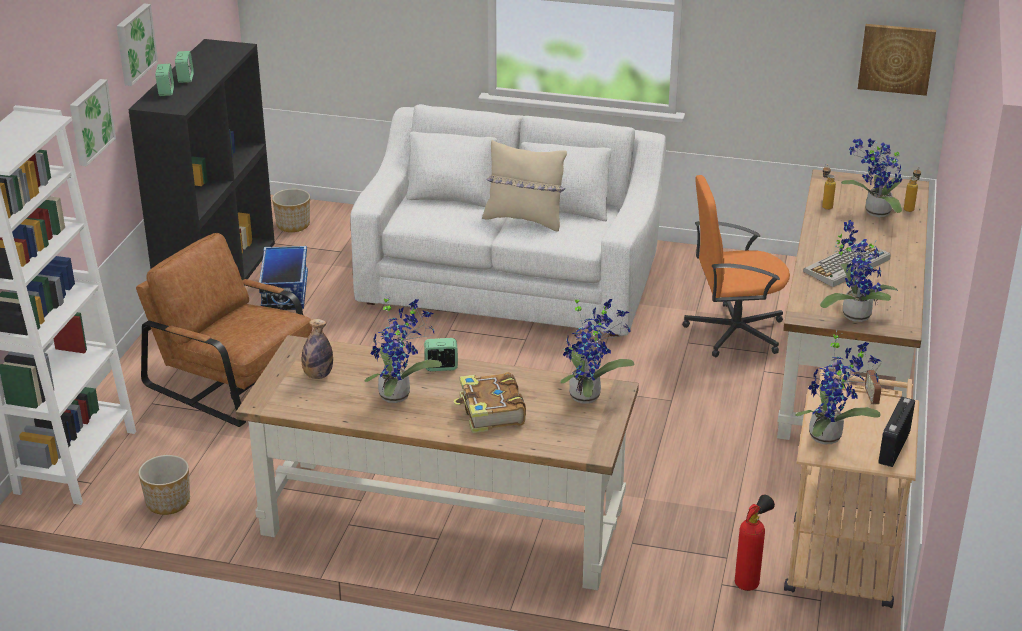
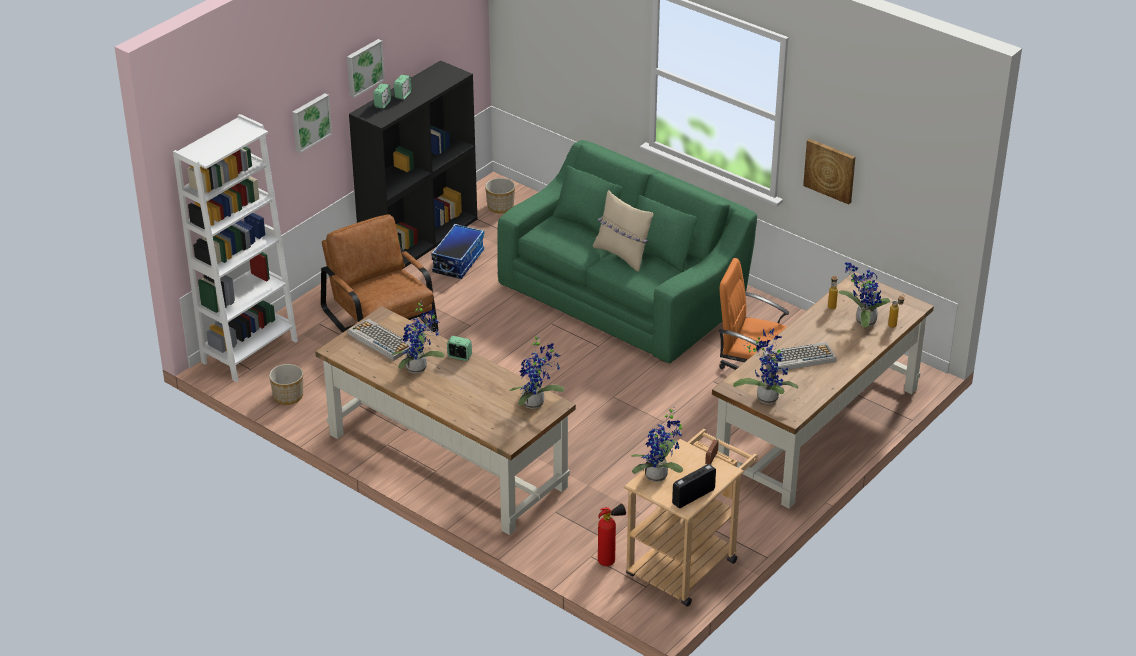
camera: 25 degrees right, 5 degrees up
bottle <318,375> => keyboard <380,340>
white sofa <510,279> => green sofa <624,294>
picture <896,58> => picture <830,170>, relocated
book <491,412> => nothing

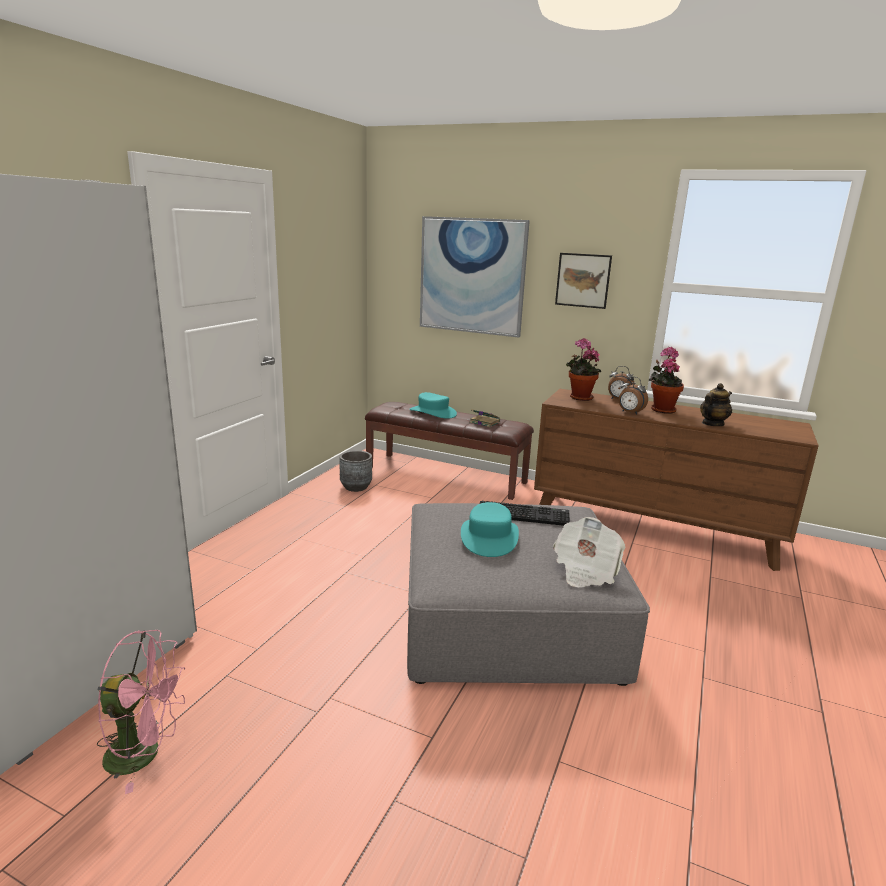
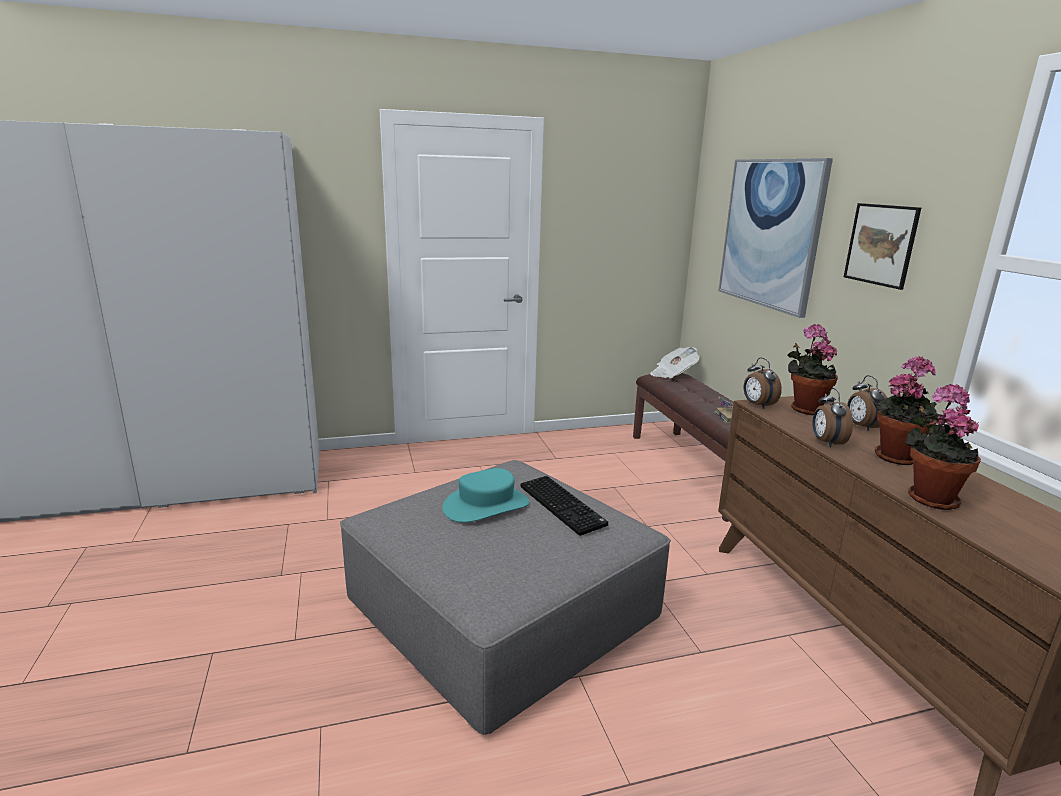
camera: 50 degrees right, 0 degrees up
newspaper <585,570> => newspaper <673,374>, relocated
nothing => alarm clock <757,405>
teapot <712,424> => potted plant <928,497>
pink fan <145,753> => nothing
grey planter <356,487> => nothing
turquoise hat <433,412> => nothing

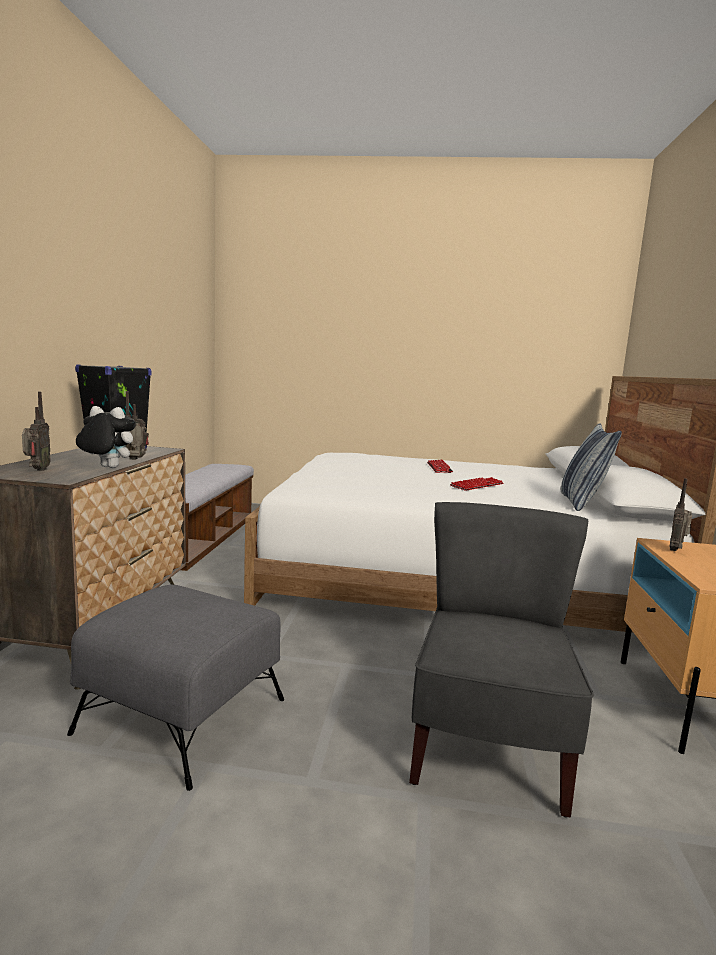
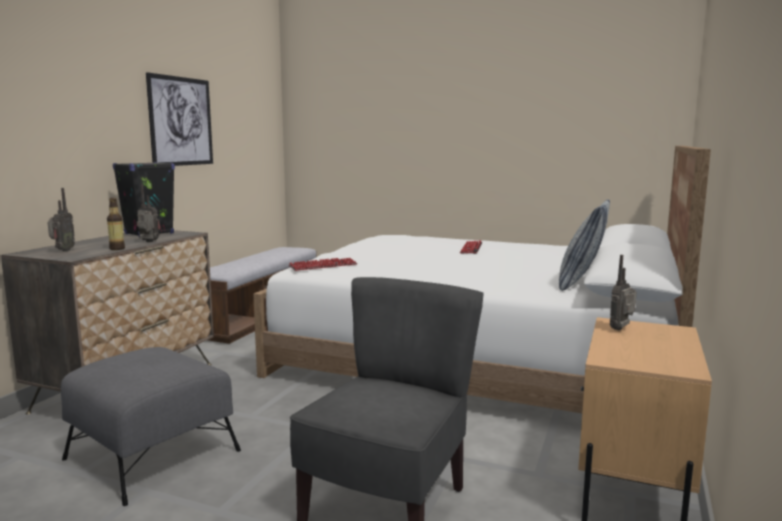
camera: 15 degrees right, 0 degrees up
plush toy <106,468> => bottle <117,249>
nothing => picture <181,121>
keyboard <477,485> => keyboard <323,266>, relocated

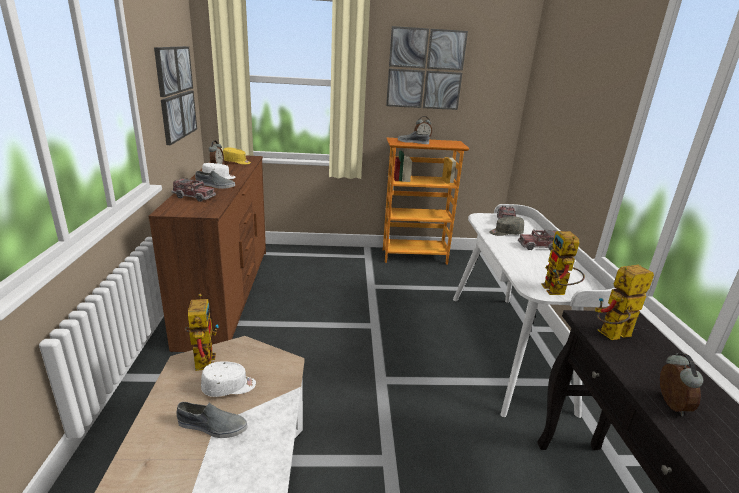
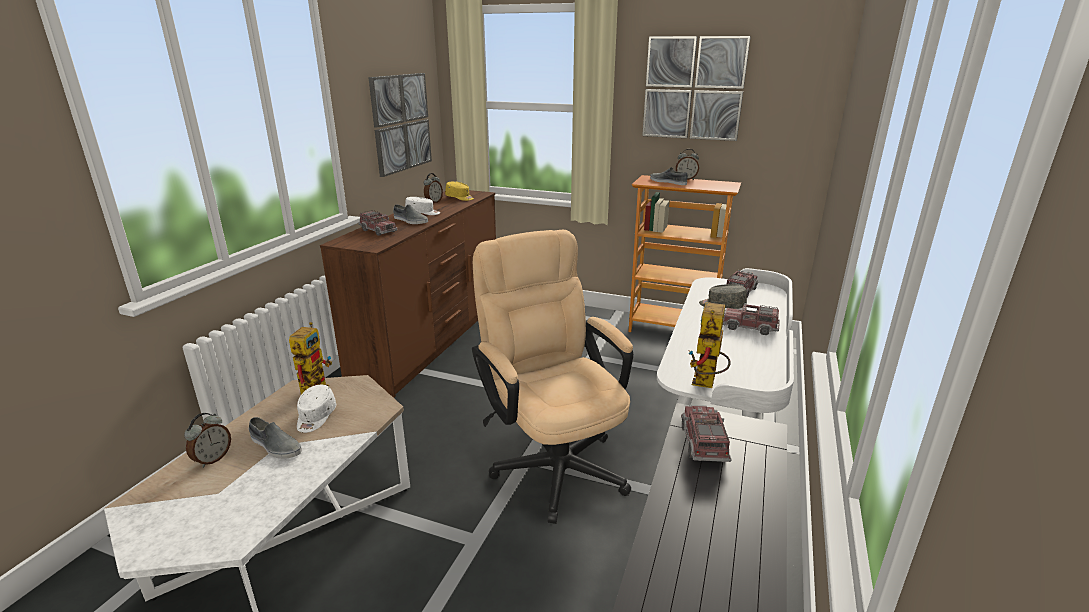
camera: 25 degrees right, 0 degrees up
alarm clock <669,405> => alarm clock <212,459>, relocated
white cap <229,387> => white cap <315,417>, 90 degrees clockwise
nothing => beige office chair <553,460>
toy robot <611,336> => toy truck <703,443>

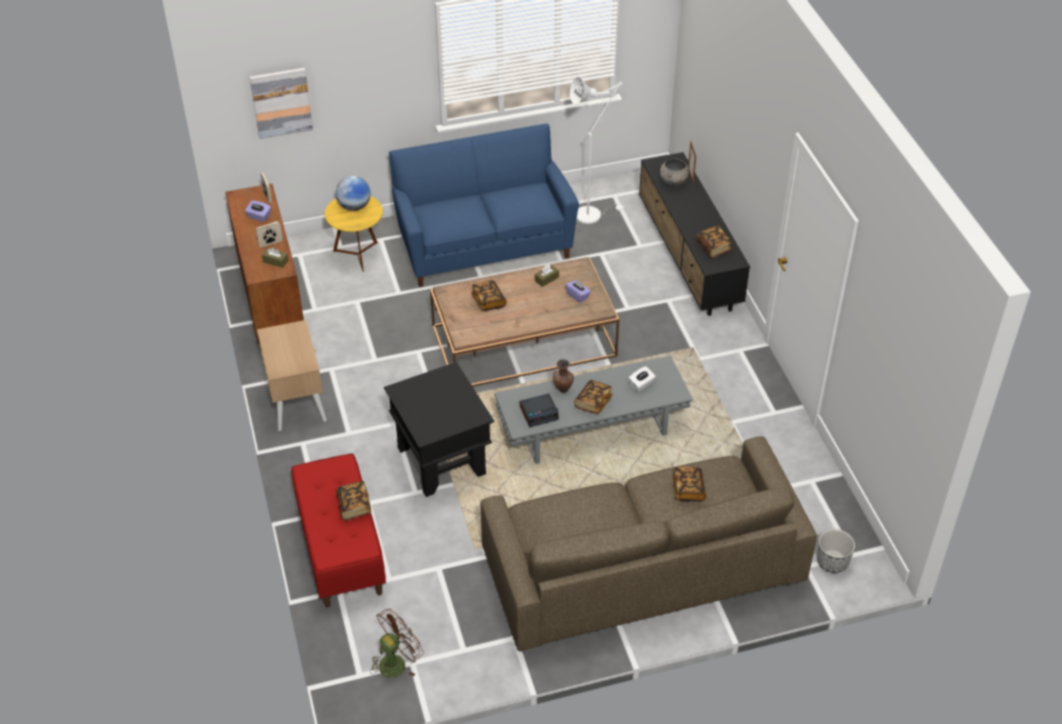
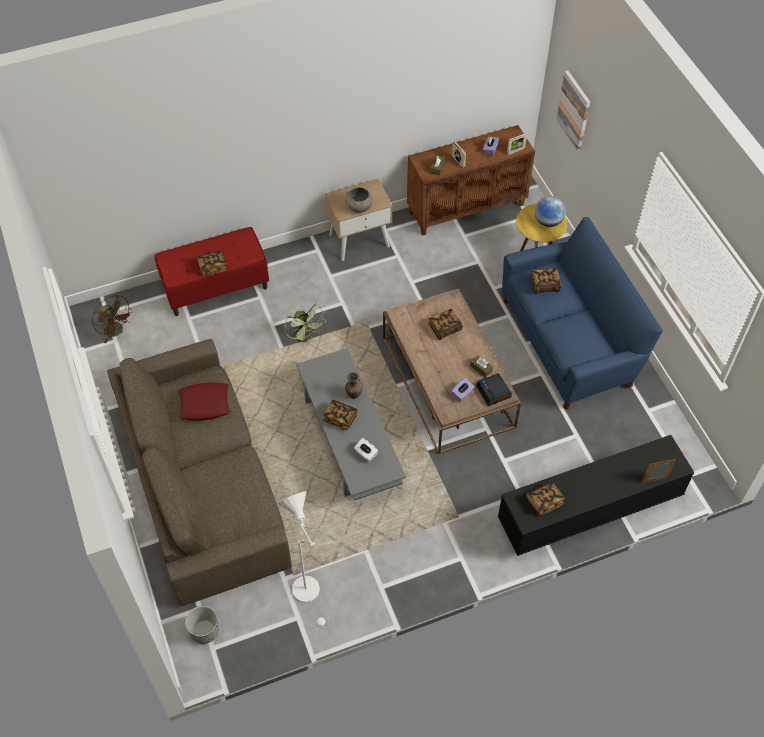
camera: 85 degrees right, 10 degrees up
nothing => red pillow <205,404>
white floor lamp <592,213> => white floor lamp <309,594>, relocated
black side table <442,460> => green fan <305,338>
grey bowl <673,182> => grey bowl <359,208>, relocated
alarm clock <539,413> => alarm clock <494,392>, relocated
book <688,490> => book <544,285>, relocated

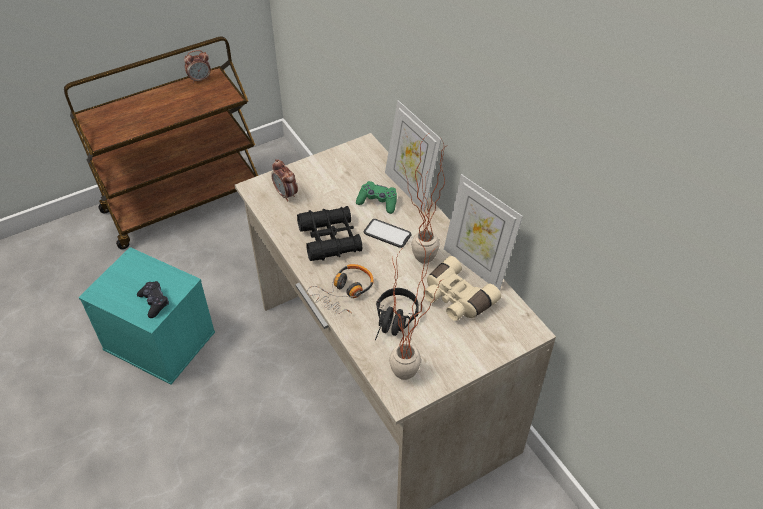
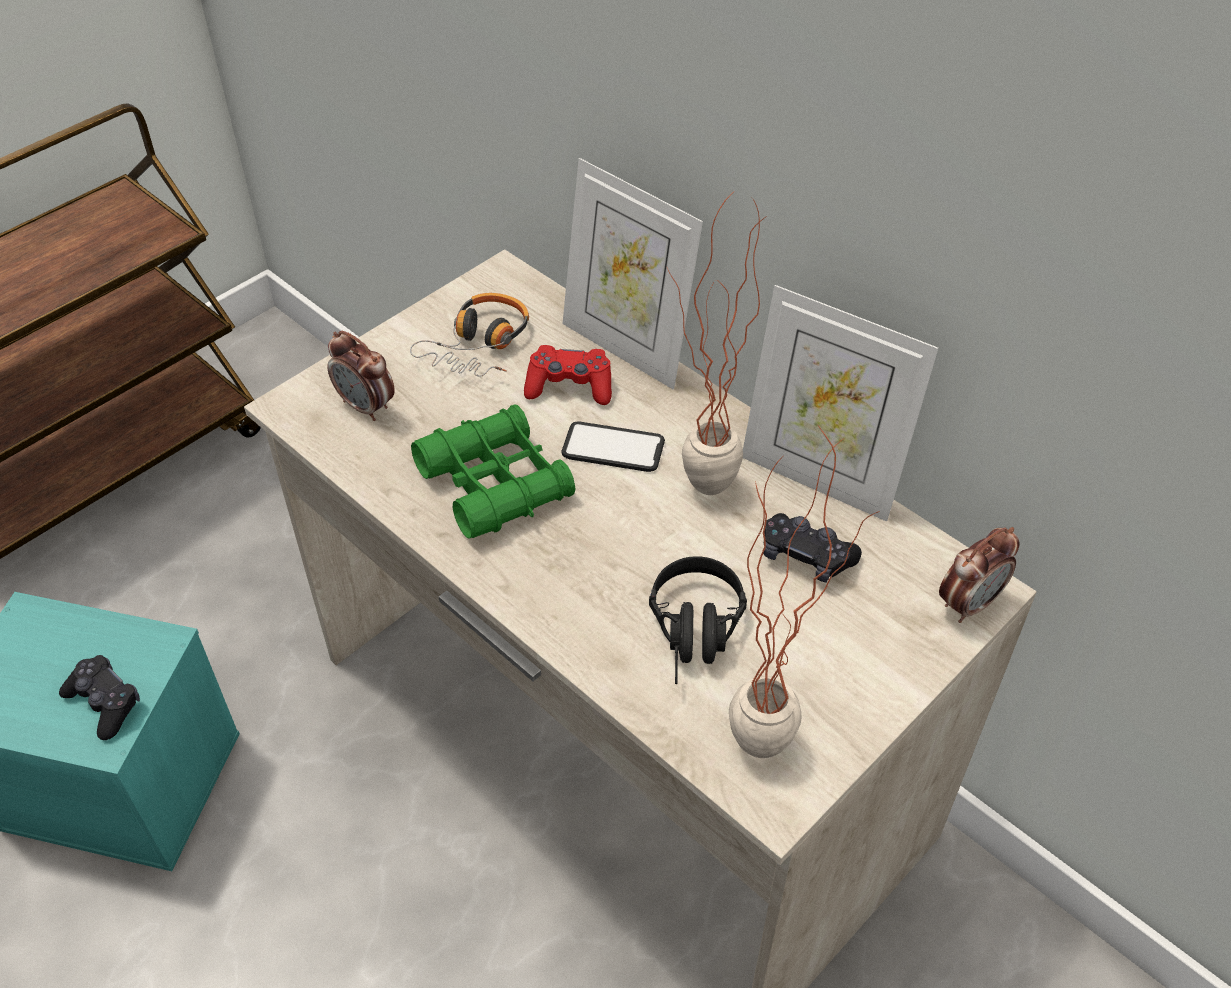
camera: 15 degrees left, 0 degrees up
headphones <344,293> => headphones <480,345>, relocated
black binoculars <330,239> => green binoculars <495,483>
green game controller <378,202> => red game controller <569,386>
beige binoculars <455,299> => black game controller <806,556>
alarm clock <200,79> => alarm clock <969,603>, relocated

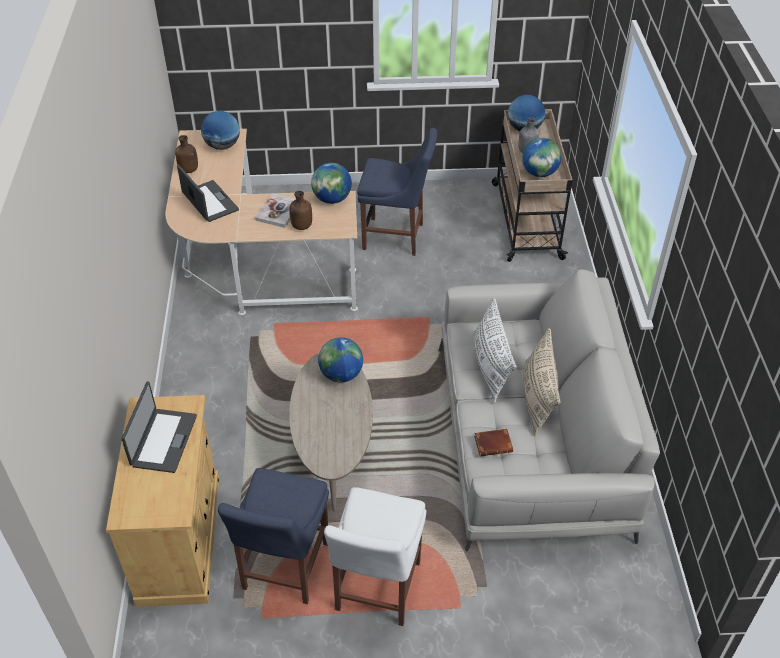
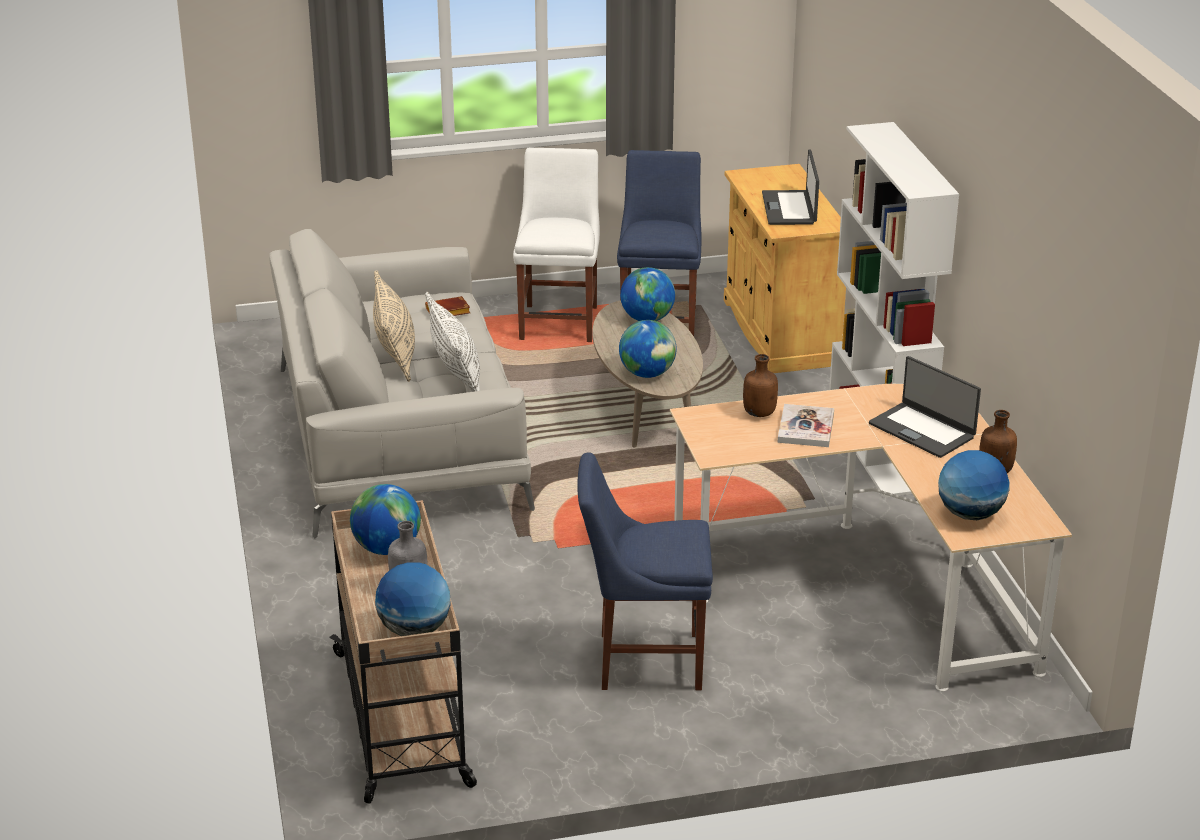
camera: 170 degrees right, 15 degrees down
globe <332,199> => globe <647,319>, relocated
nothing => white bookcase <878,450>

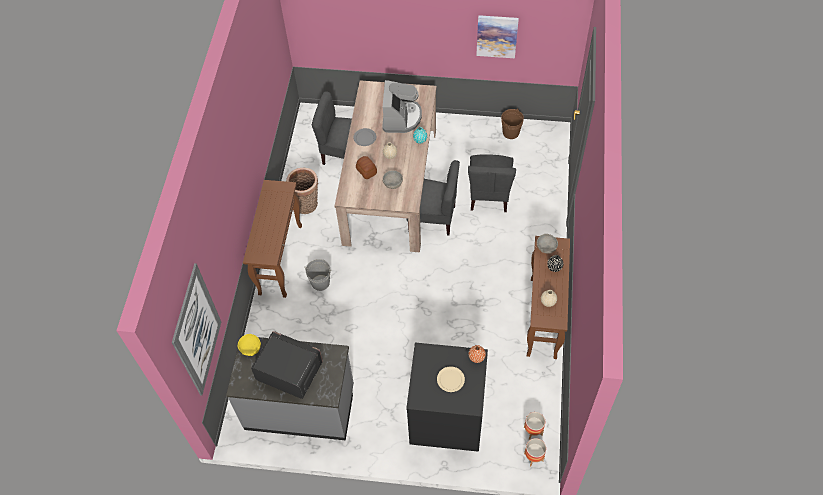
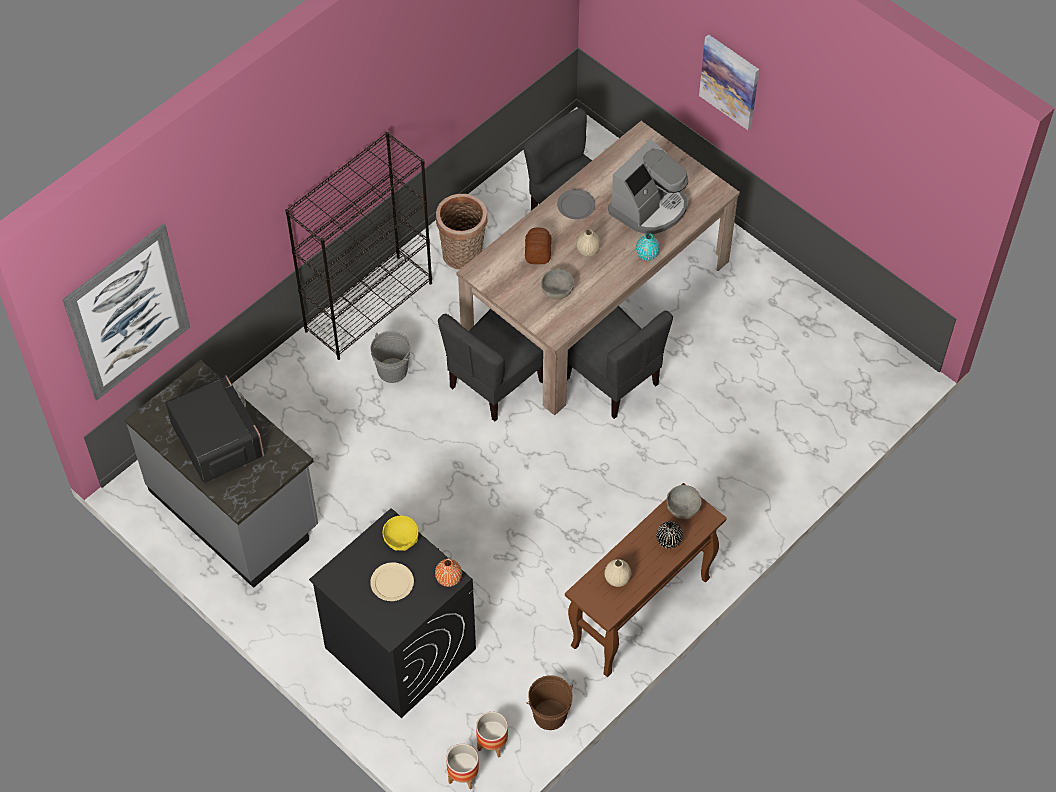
camera: 35 degrees right, 0 degrees up
brown console table <280,259> => black bookcase <369,306>
yellow bowl <250,348> => yellow bowl <401,539>, relocated
grey chair <489,195> => grey chair <495,383>, relocated
brown bucket <511,132> => brown bucket <550,715>, relocated
picture <497,36> => picture <730,81>, relocated

